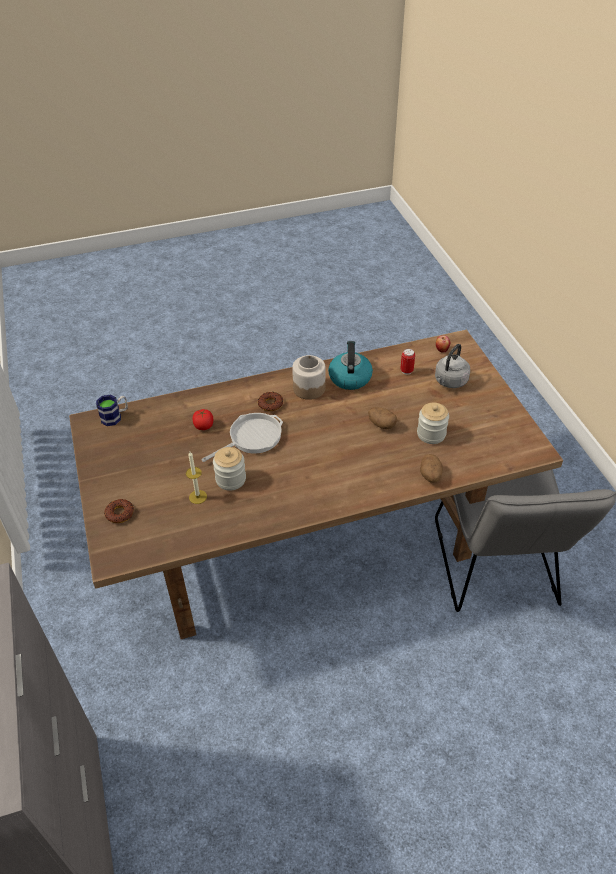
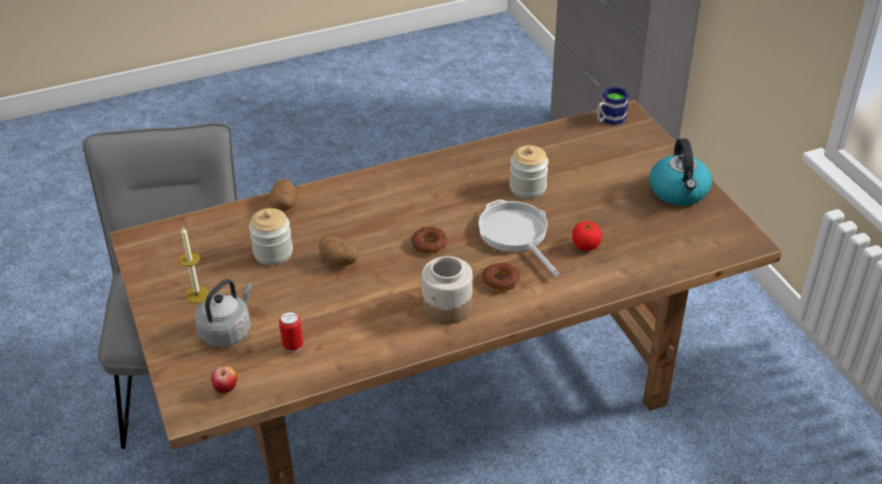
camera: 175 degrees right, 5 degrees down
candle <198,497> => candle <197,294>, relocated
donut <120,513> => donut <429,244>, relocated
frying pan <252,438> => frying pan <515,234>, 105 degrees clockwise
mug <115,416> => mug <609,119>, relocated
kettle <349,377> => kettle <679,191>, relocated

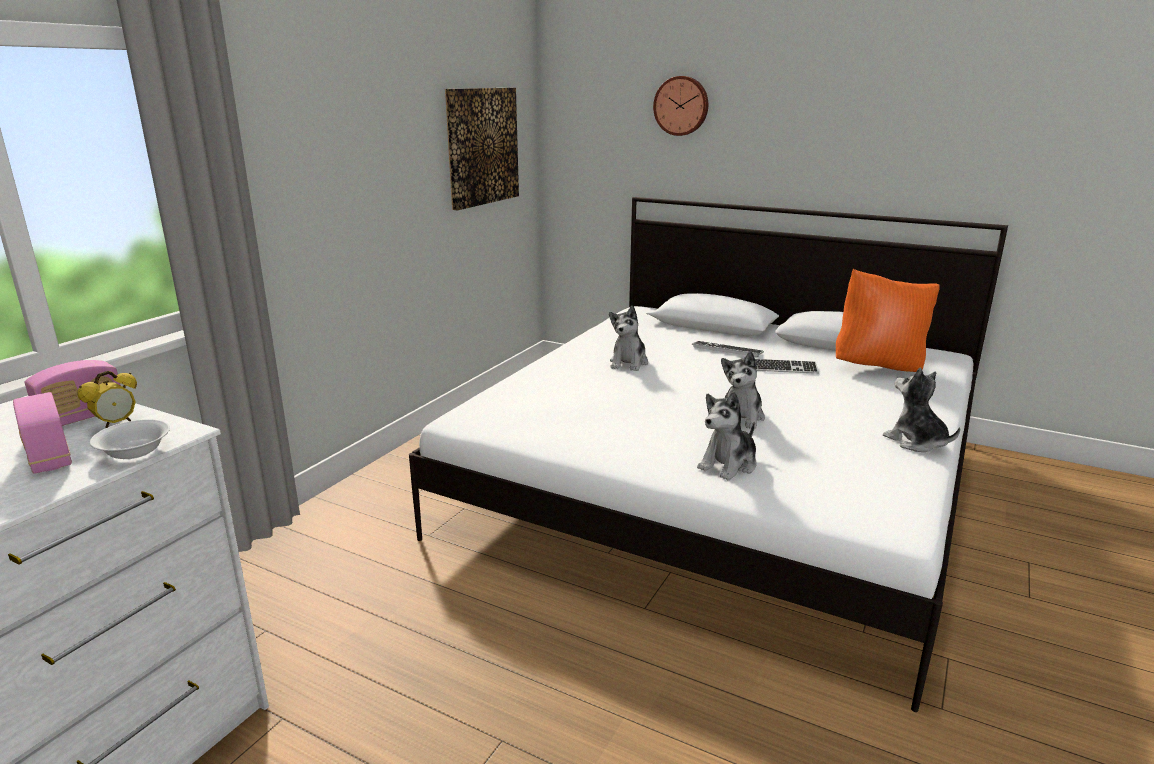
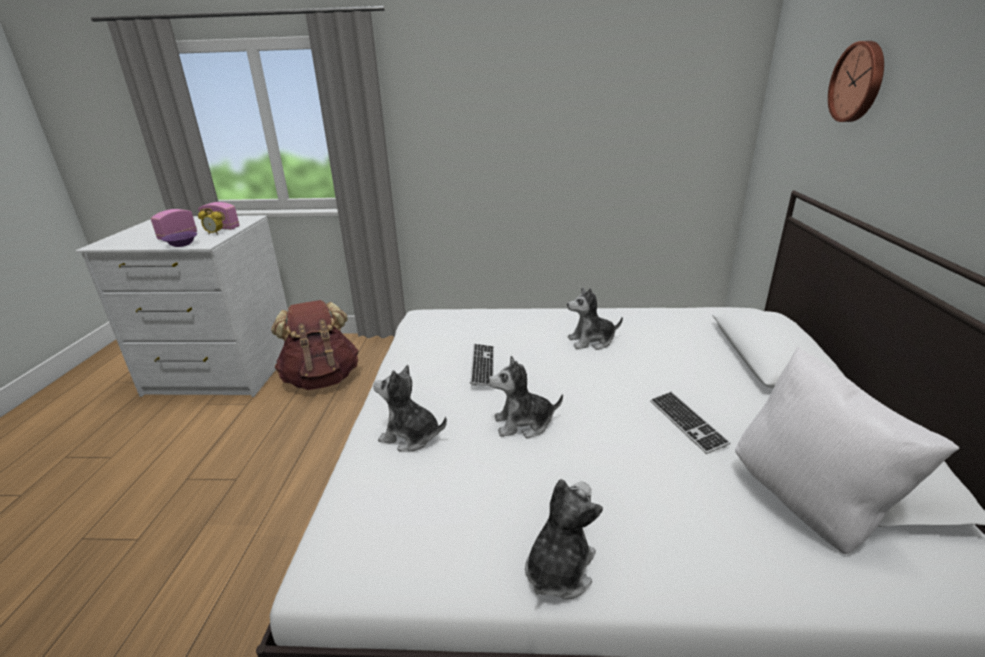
camera: 65 degrees right, 5 degrees up
white bowl <135,451> => purple bowl <182,244>
nothing => brown backpack <322,378>
keyboard <727,350> => keyboard <482,366>, relocated
orange pillow <879,366> => white pillow <808,505>
picture <482,146> => nothing

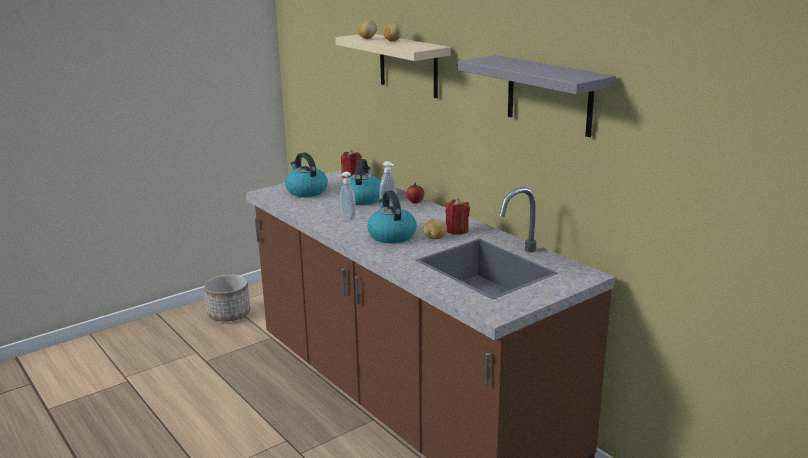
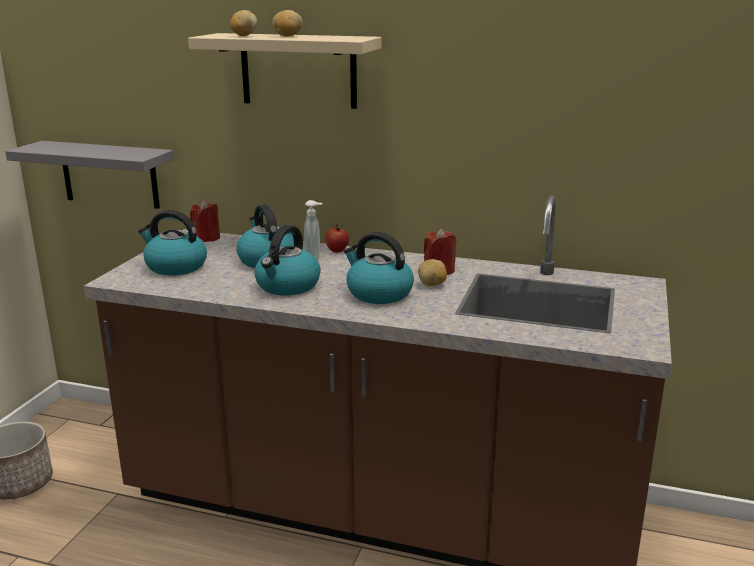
camera: 35 degrees left, 0 degrees up
grey shelf <549,95> => grey shelf <109,174>, relocated
soap dispenser <347,218> => kettle <287,286>

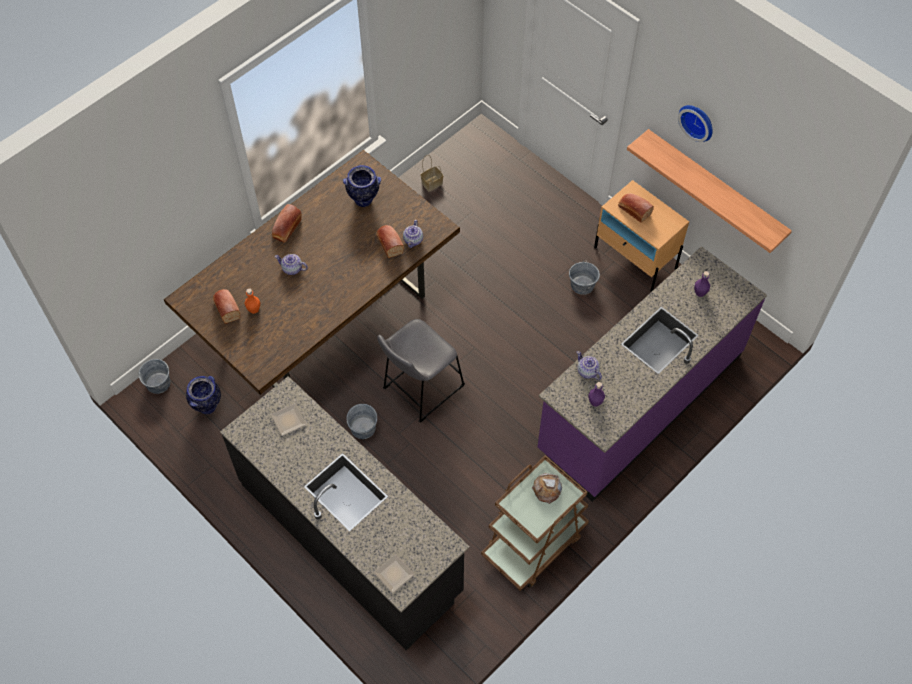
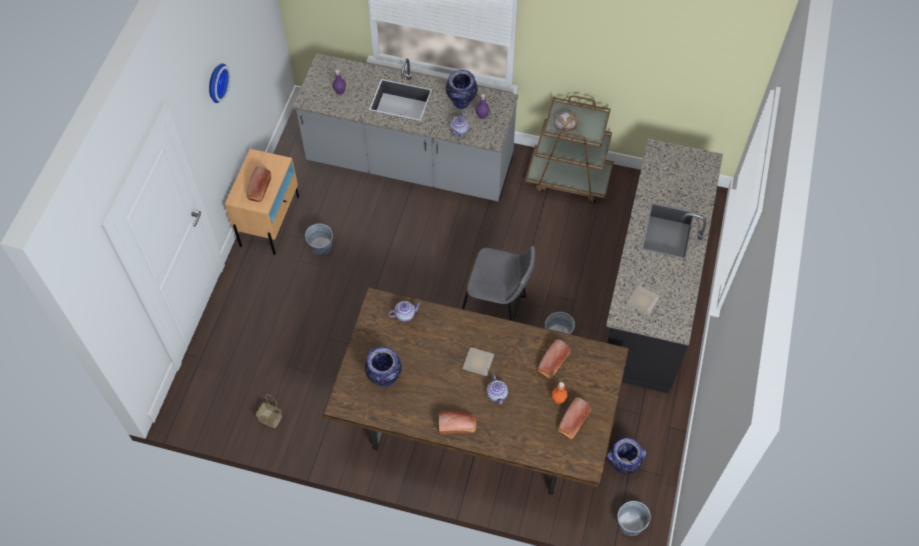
camera: 120 degrees left, 0 degrees up
purple counter <639,402> => grey counter <409,164>
nothing => vase <461,103>
plate <394,575> => plate <479,362>, relocated
bread <389,243> => bread <552,364>, relocated
shelf <715,188> => nothing

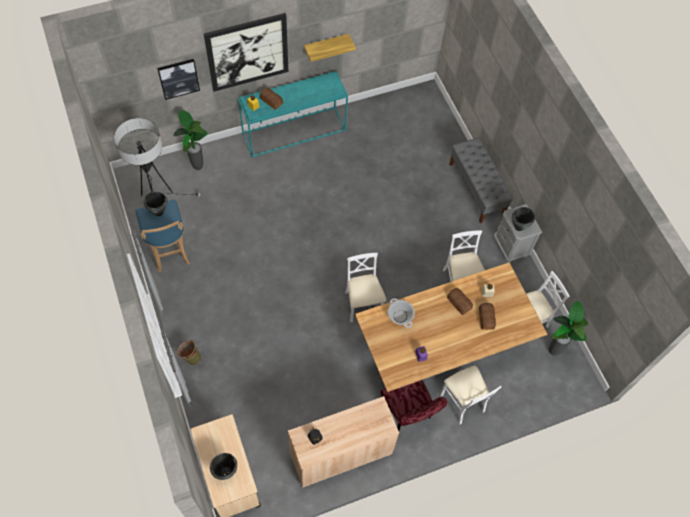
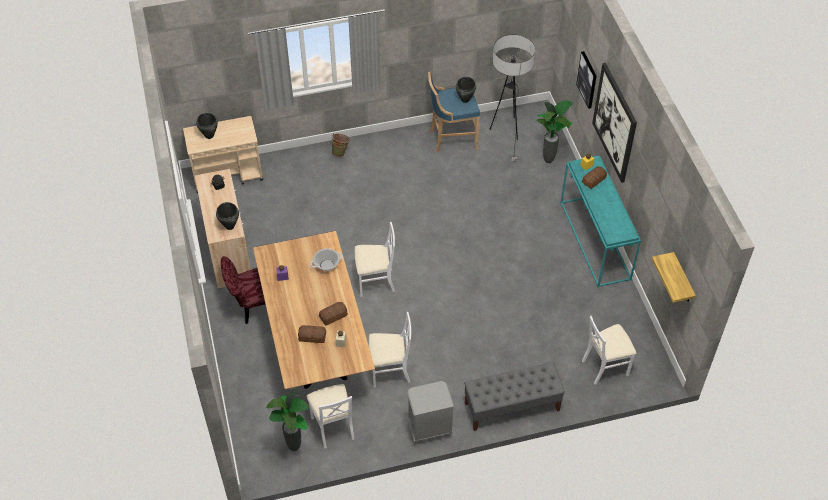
camera: 100 degrees right, 10 degrees down
black cooking pot <519,227> => black cooking pot <229,226>, relocated
white chair <462,401> => white chair <605,366>, relocated
shelf <326,45> => shelf <682,280>, relocated

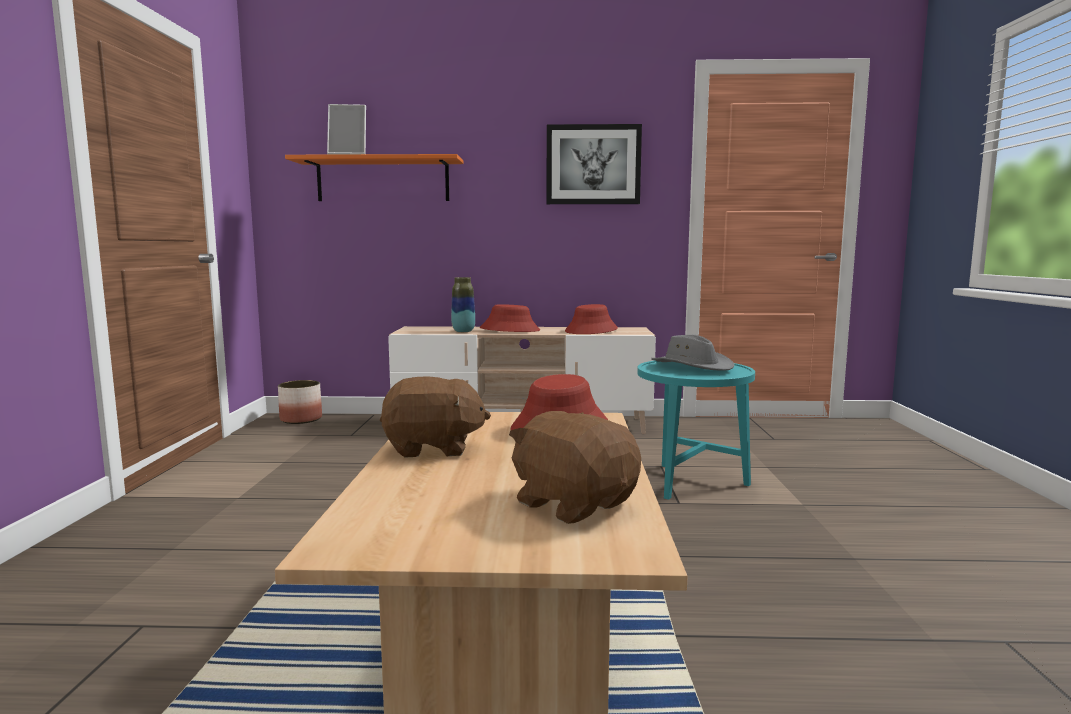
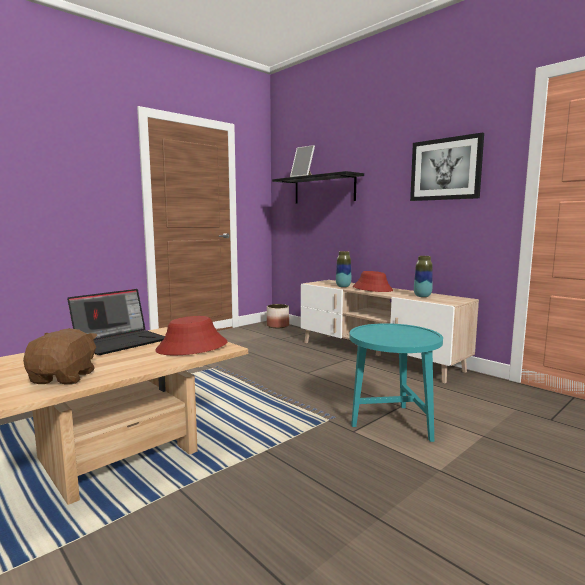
camera: 45 degrees right, 0 degrees up
brown plush toy <433,448> => laptop <121,342>
orange shelf <383,180> => black shelf <324,189>
red hat <591,330> => vase <422,296>
grey hat <692,366> => nothing

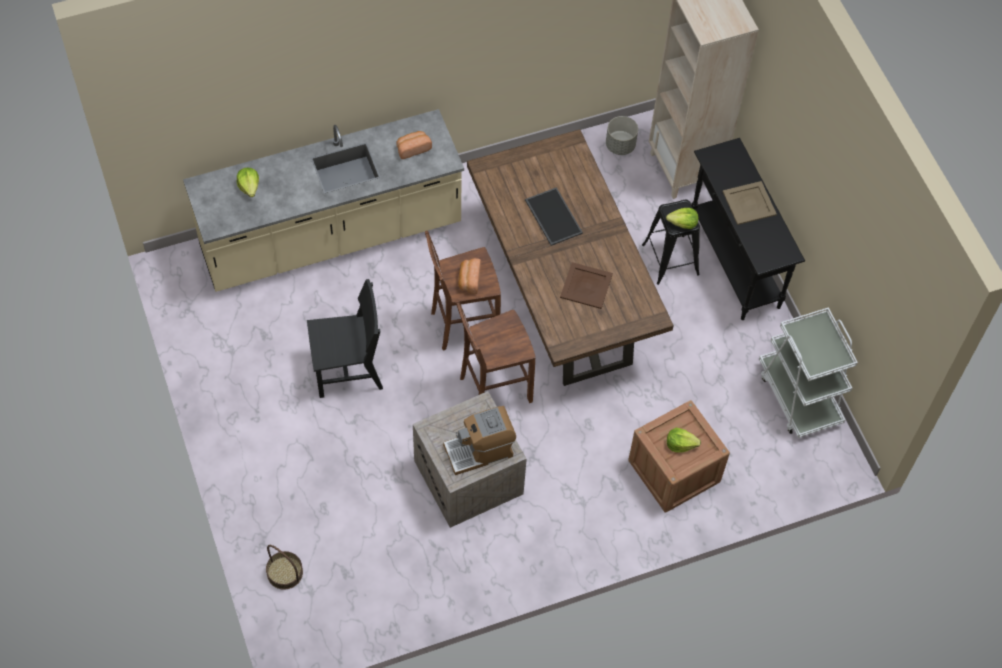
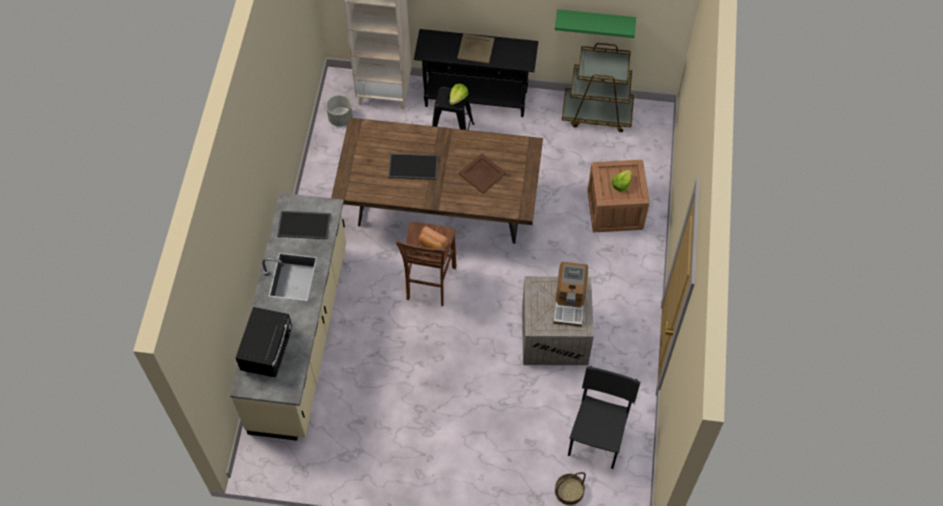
camera: 60 degrees left, 0 degrees up
lettuce <249,187> => black microwave <268,350>
bread <413,148> => tray <304,224>
nothing => green shelf <595,21>
white cart <799,396> => brown cart <597,113>
black chair <348,370> => black chair <597,437>, relocated
brown stool <493,388> => nothing

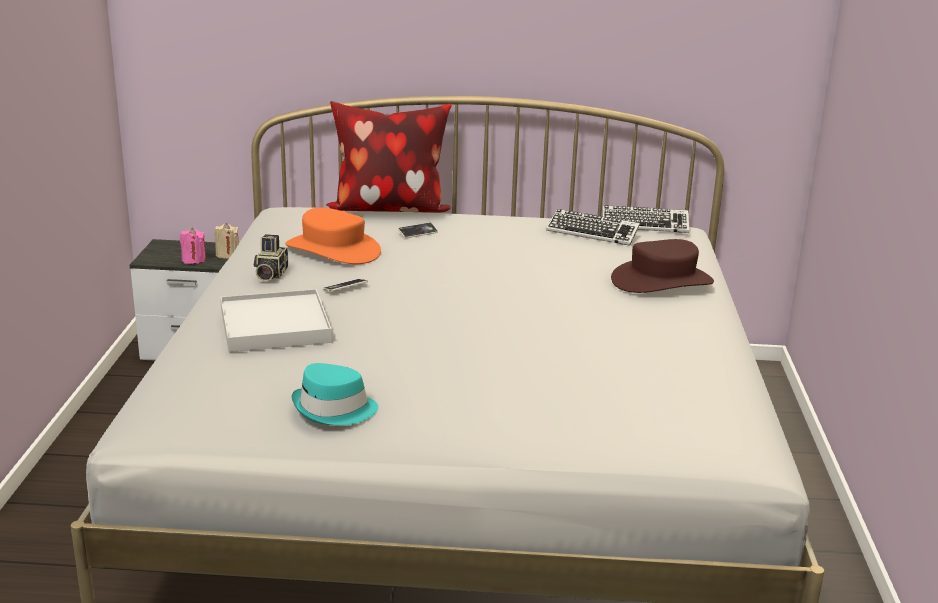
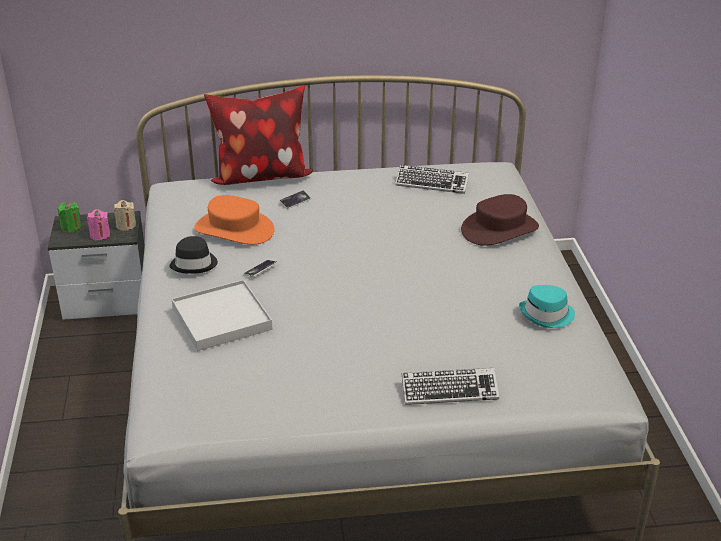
camera: 10 degrees left, 10 degrees up
nothing => green candle <71,227>
photo camera <270,274> => black hat <194,264>
keyboard <644,225> => keyboard <449,391>, relocated
turquoise hat <334,409> => turquoise hat <547,315>, relocated

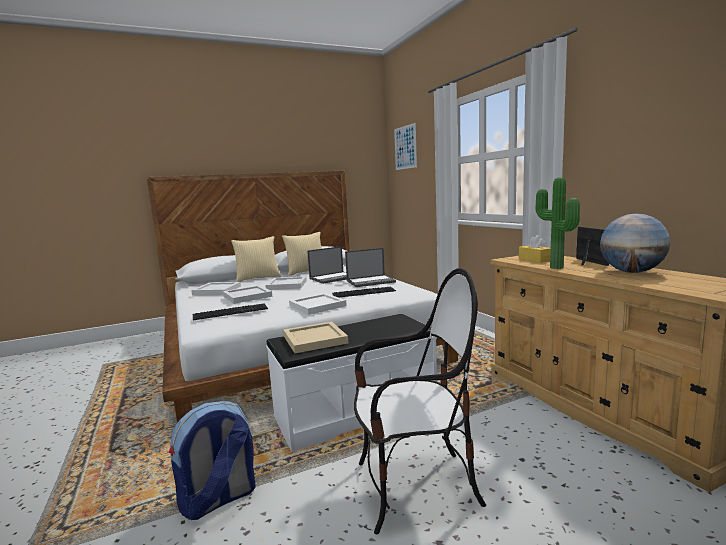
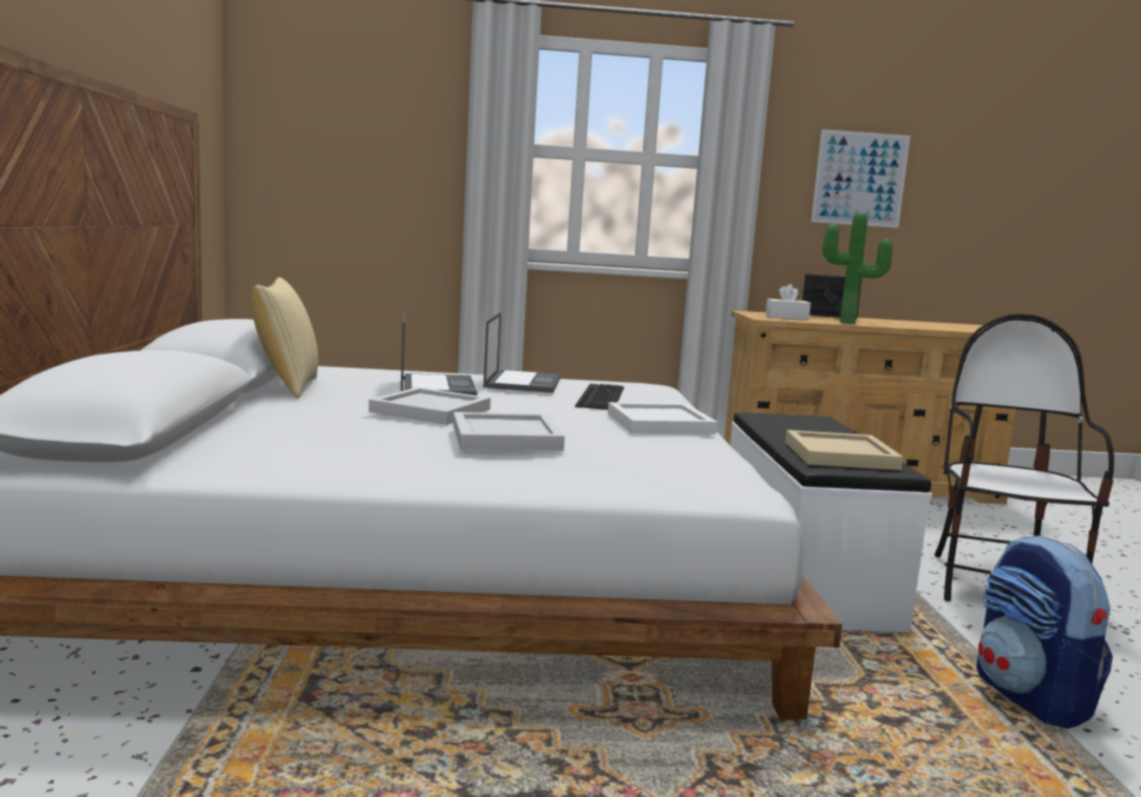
camera: 70 degrees left, 0 degrees up
yellow tissue box <535,260> => white tissue box <787,317>
picture <405,147> => picture <860,179>, relocated
white tray <217,290> => nothing
keyboard <231,311> => nothing
pillow <258,278> => nothing
globe <632,272> => nothing

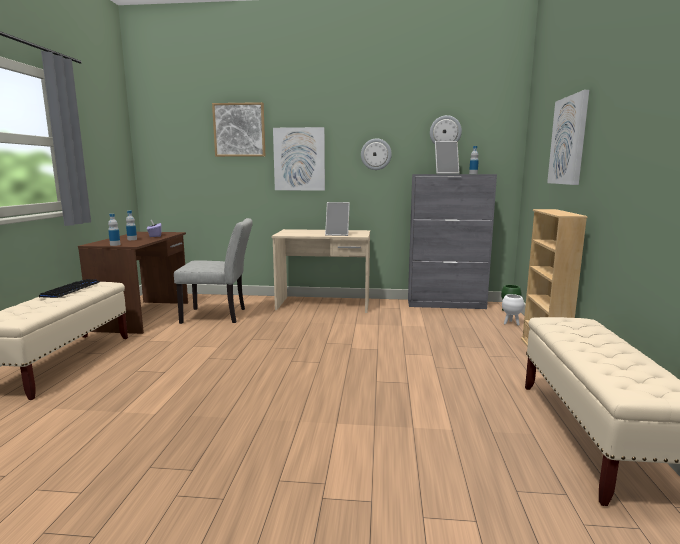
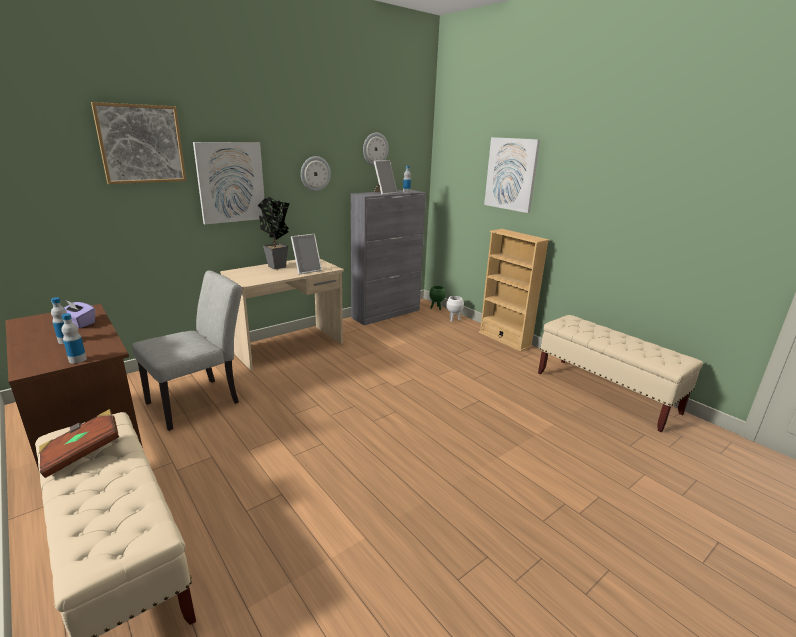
camera: 45 degrees left, 10 degrees up
keyboard <71,289> => brown book <82,453>
nothing => potted plant <277,267>

